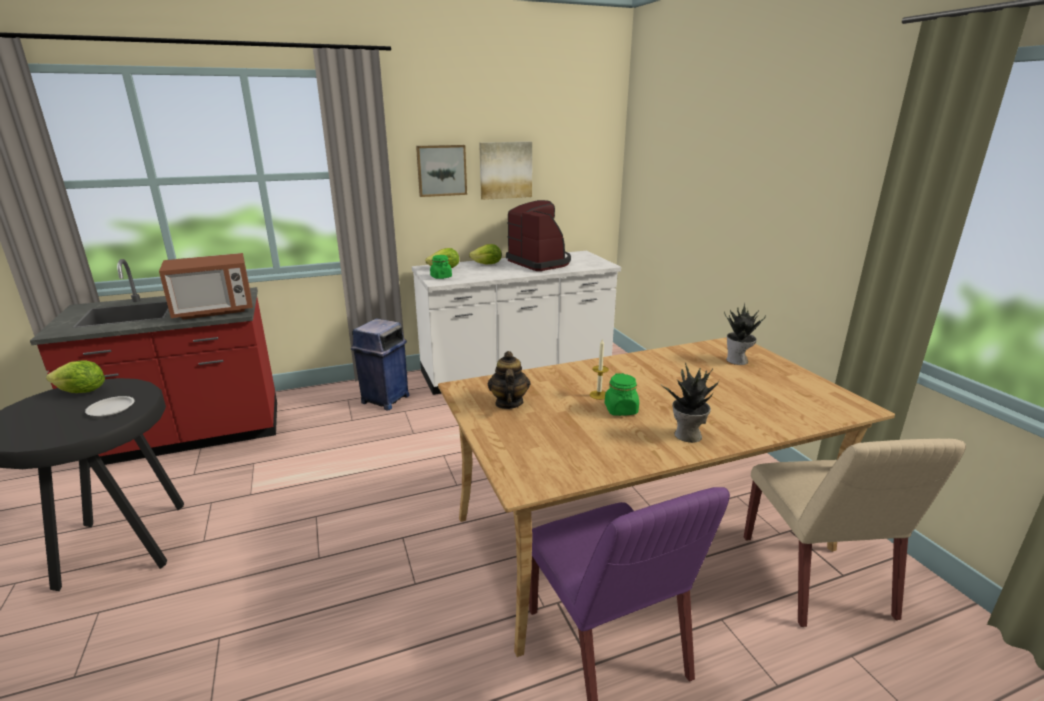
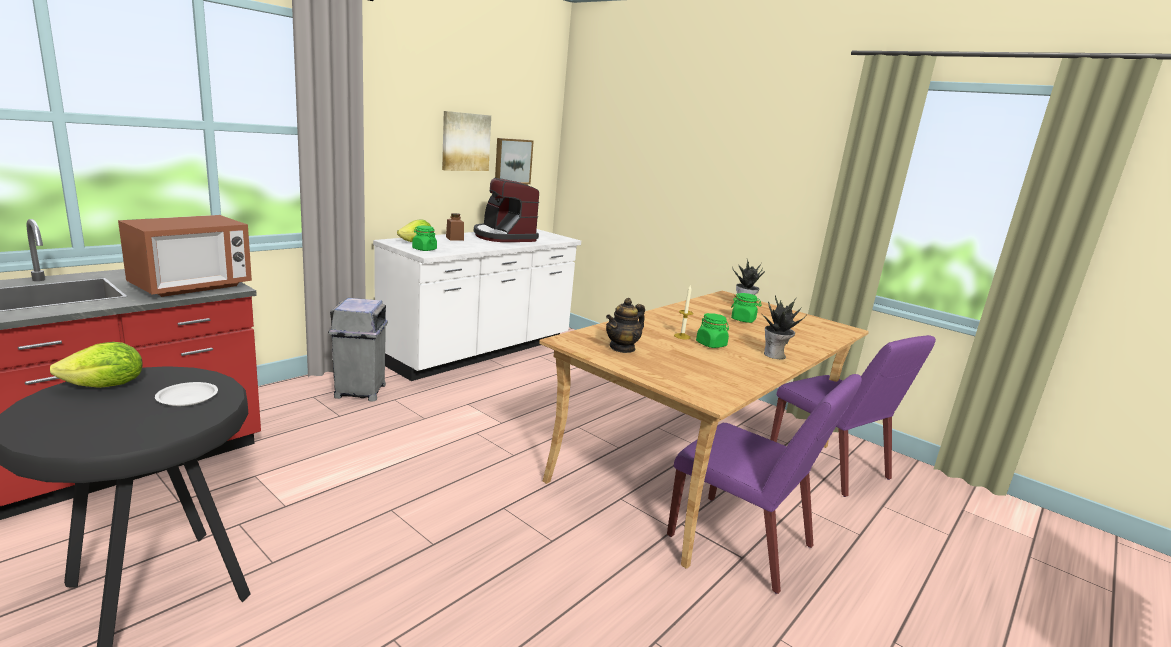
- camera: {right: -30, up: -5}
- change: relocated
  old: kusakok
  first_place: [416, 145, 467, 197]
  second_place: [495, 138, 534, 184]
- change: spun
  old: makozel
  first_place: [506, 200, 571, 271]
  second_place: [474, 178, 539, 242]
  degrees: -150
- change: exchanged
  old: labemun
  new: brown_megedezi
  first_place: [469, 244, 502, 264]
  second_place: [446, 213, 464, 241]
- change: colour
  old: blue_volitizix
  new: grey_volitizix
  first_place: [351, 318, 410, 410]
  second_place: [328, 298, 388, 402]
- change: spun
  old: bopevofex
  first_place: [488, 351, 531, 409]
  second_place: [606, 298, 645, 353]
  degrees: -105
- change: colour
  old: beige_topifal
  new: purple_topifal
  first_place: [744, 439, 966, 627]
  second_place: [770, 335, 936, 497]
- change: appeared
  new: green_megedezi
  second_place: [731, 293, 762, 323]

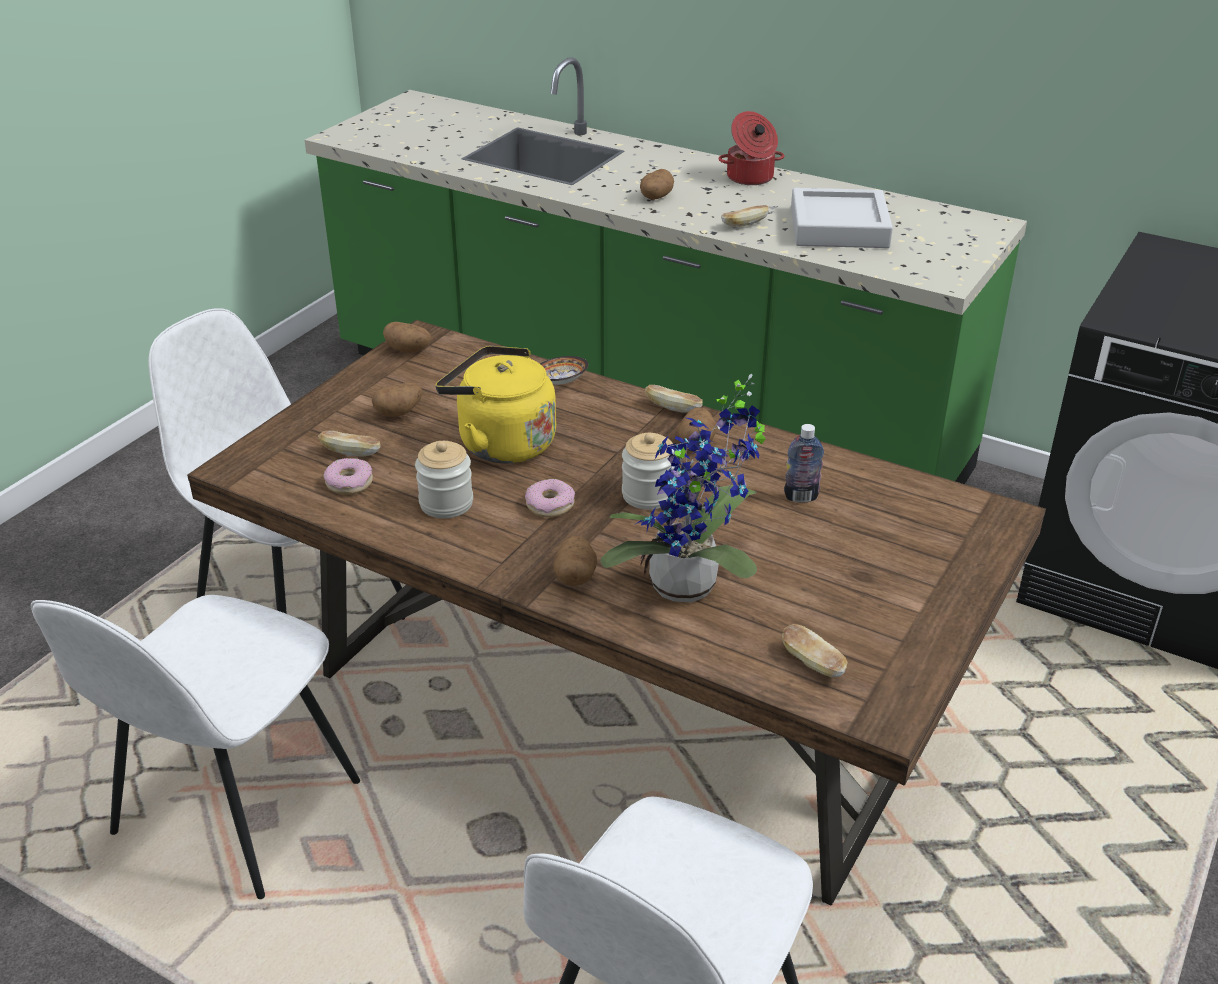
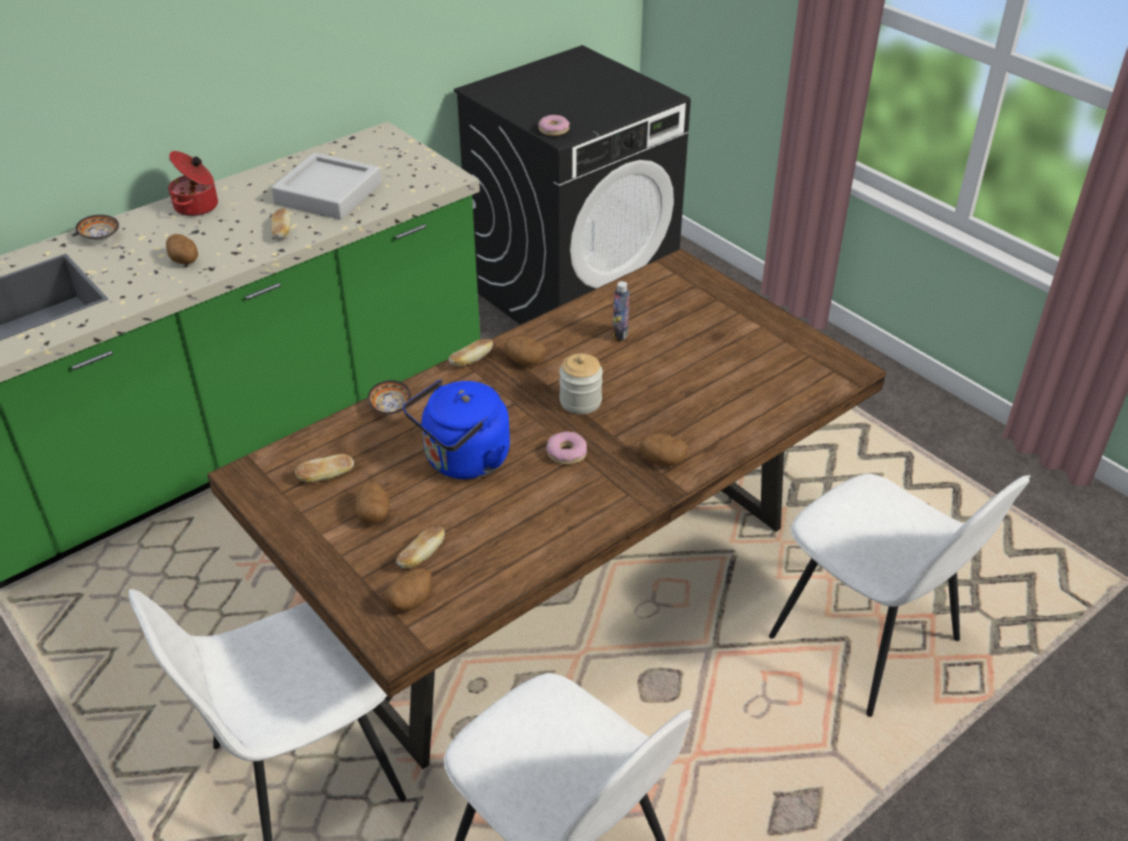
- camera: {right: -70, up: 5}
- change: relocated
  old: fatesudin
  first_place: [383, 322, 431, 353]
  second_place: [385, 568, 432, 612]
- change: colour
  old: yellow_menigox
  new: blue_menigox
  first_place: [436, 346, 556, 464]
  second_place: [403, 379, 510, 479]
- change: missing
  old: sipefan
  first_place: [601, 373, 766, 602]
- change: missing
  old: megedezi
  first_place: [415, 441, 473, 518]
- change: relocated
  old: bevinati
  first_place: [324, 458, 373, 494]
  second_place: [538, 115, 570, 136]
- change: relocated
  old: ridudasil
  first_place: [782, 624, 847, 678]
  second_place: [295, 454, 354, 483]
- change: appeared
  new: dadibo
  second_place: [76, 215, 119, 240]

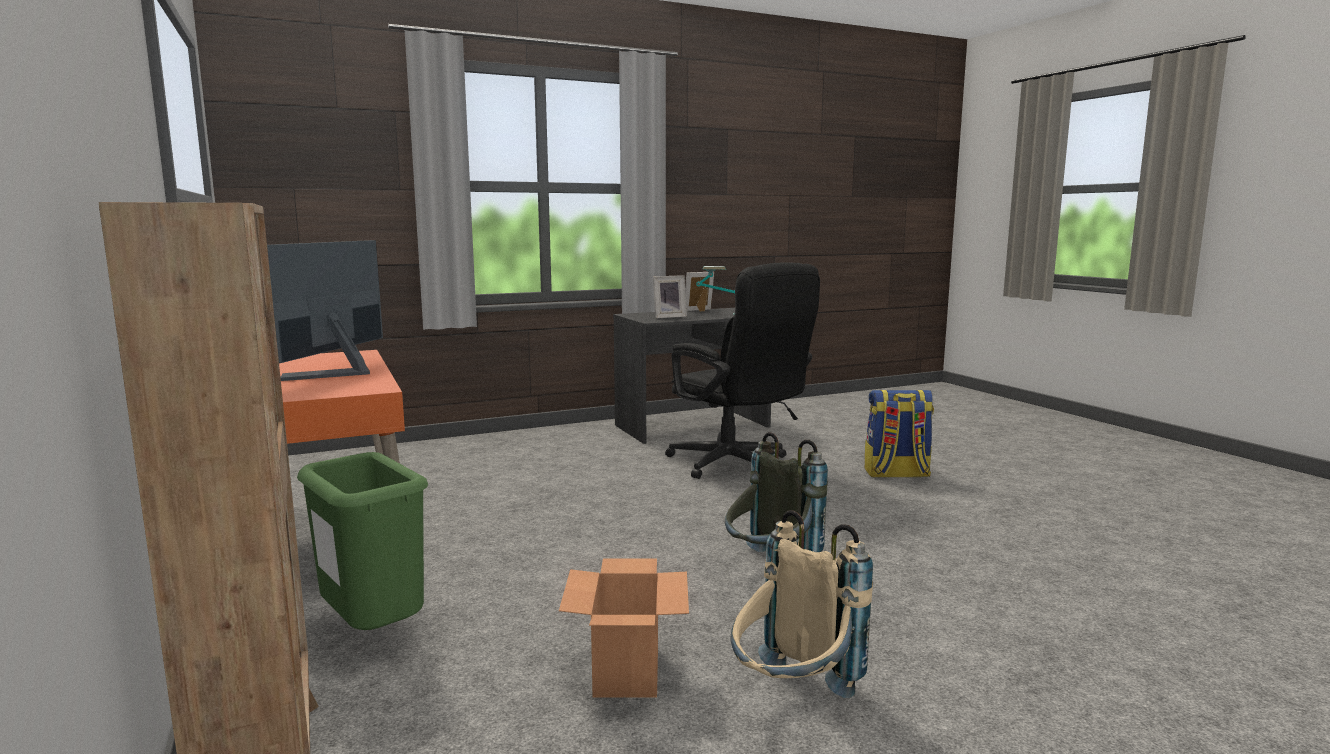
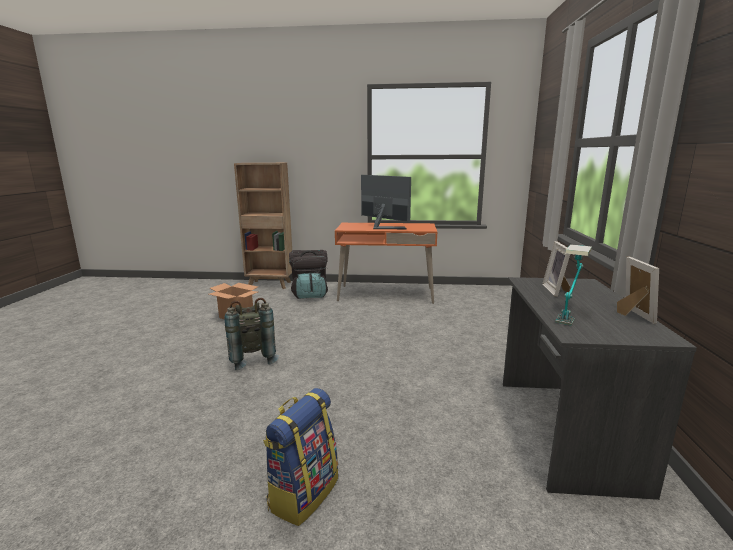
- camera: {right: 120, up: 5}
- change: missing
  old: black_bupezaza
  first_place: [665, 262, 820, 479]
- change: exchanged
  old: green_volitizix
  new: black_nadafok
  first_place: [297, 452, 428, 630]
  second_place: [289, 250, 328, 299]
- change: missing
  old: beige_nadafok
  first_place: [730, 510, 873, 698]

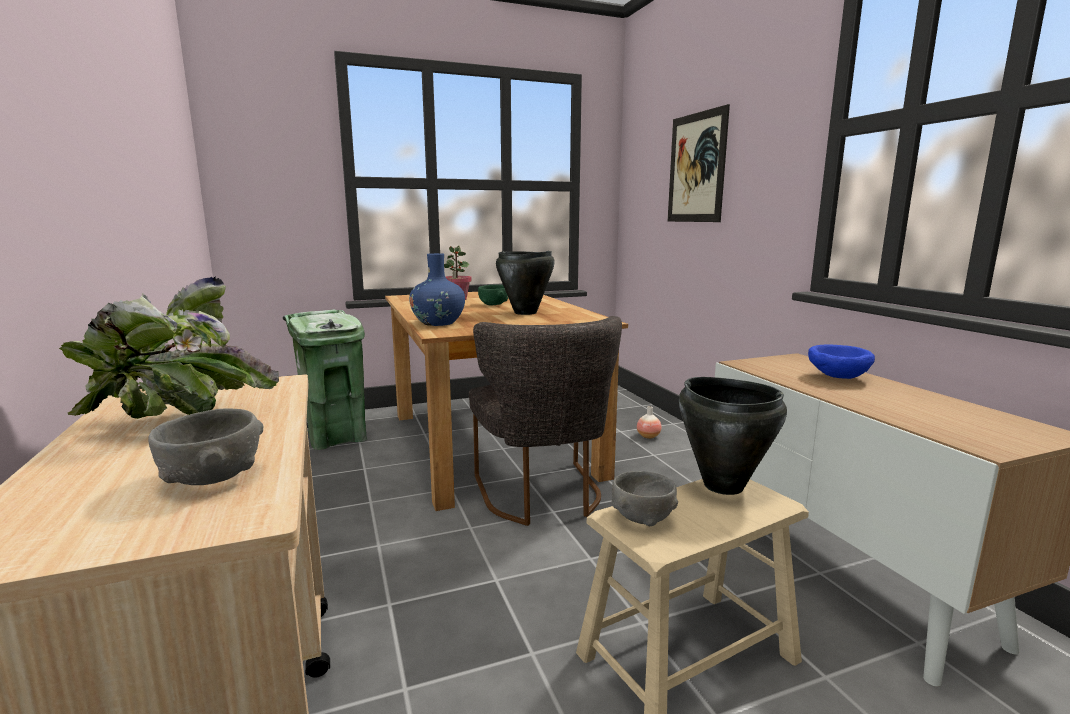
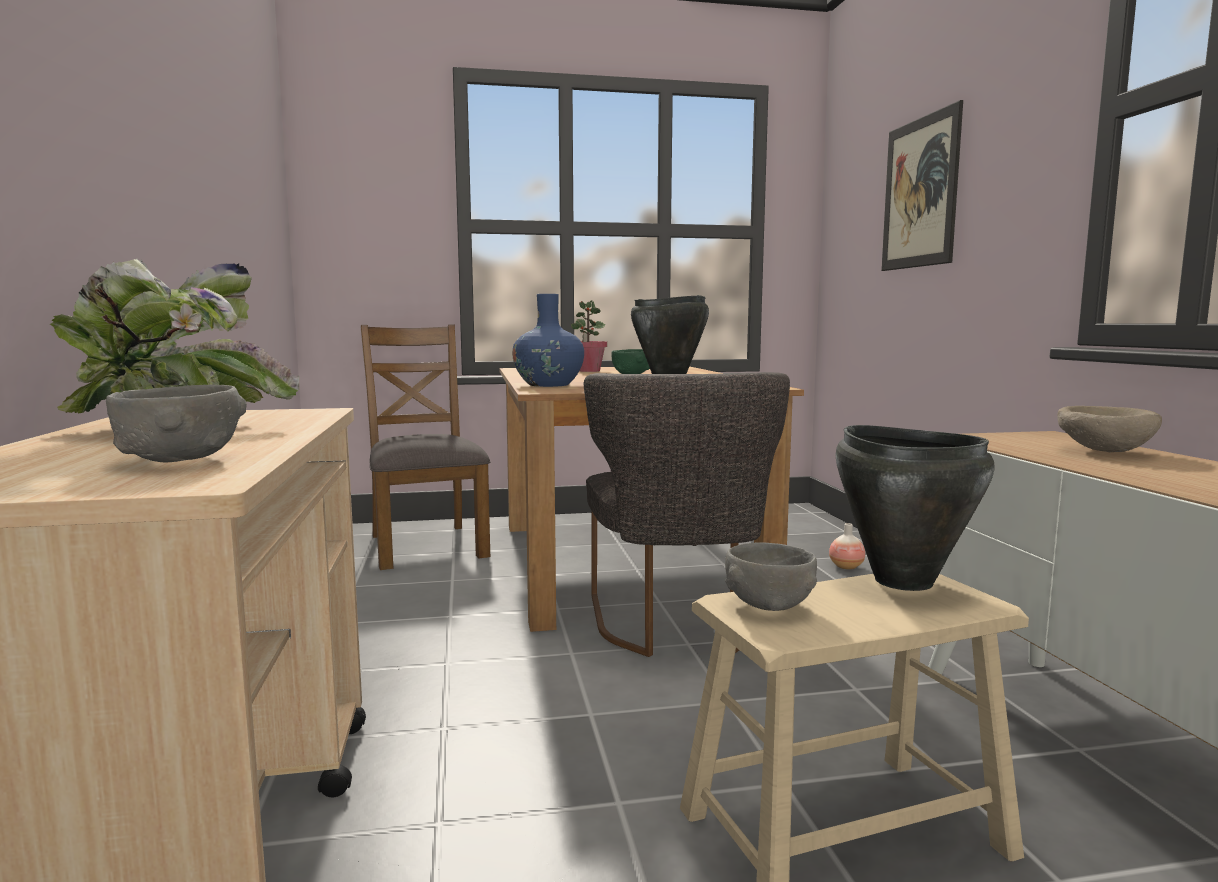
- camera: {right: 10, up: -5}
- change: exchanged
  old: green_volitizix
  new: brown_topifal
  first_place: [283, 310, 367, 450]
  second_place: [361, 325, 490, 570]
- change: colour
  old: blue_dadibo
  new: beige_dadibo
  first_place: [808, 345, 875, 379]
  second_place: [1057, 406, 1162, 453]

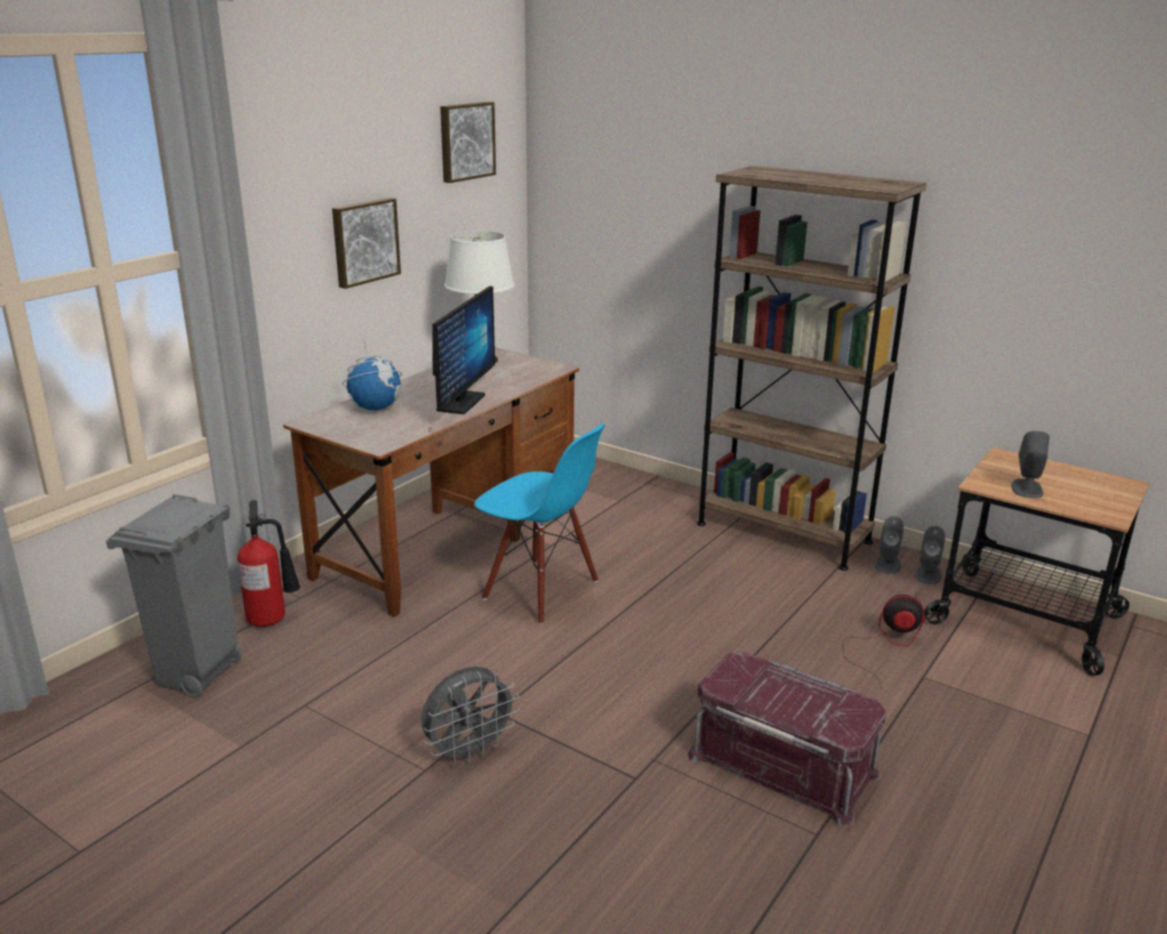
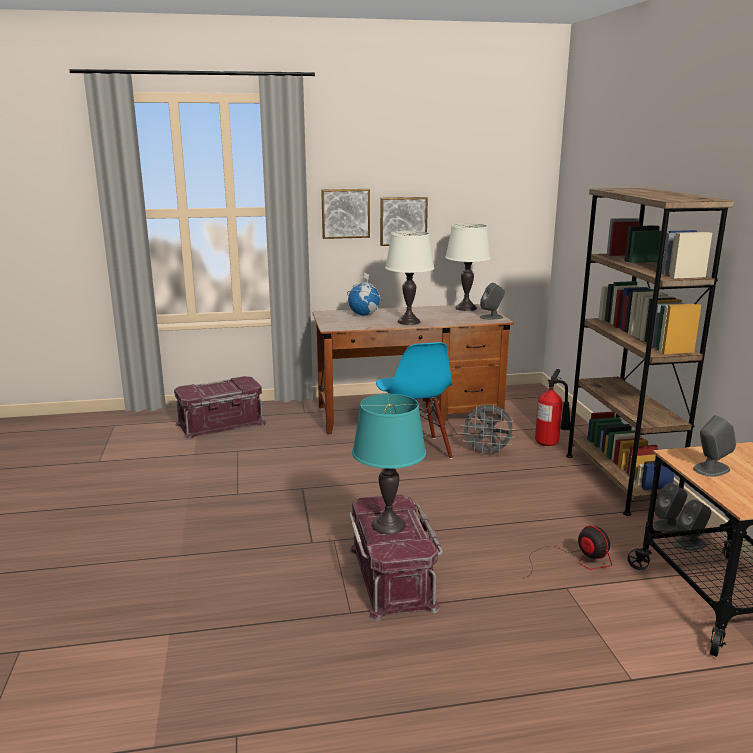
- camera: {right: 45, up: -5}
- change: relocated
  old: kusakok
  first_place: [440, 102, 496, 183]
  second_place: [321, 189, 370, 239]
- change: exchanged
  old: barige
  new: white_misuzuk
  first_place: [432, 286, 495, 414]
  second_place: [385, 231, 434, 325]
- change: exchanged
  old: grey_volitizix
  new: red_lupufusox
  first_place: [106, 494, 242, 698]
  second_place: [174, 376, 266, 440]
- change: relocated
  old: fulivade
  first_place: [237, 500, 300, 627]
  second_place: [535, 369, 571, 446]
- change: relocated
  old: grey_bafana
  first_place: [421, 666, 519, 765]
  second_place: [461, 405, 516, 456]
- change: appeared
  new: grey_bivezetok
  second_place: [480, 283, 505, 320]
- change: appeared
  new: turquoise_misuzuk
  second_place: [352, 394, 426, 534]

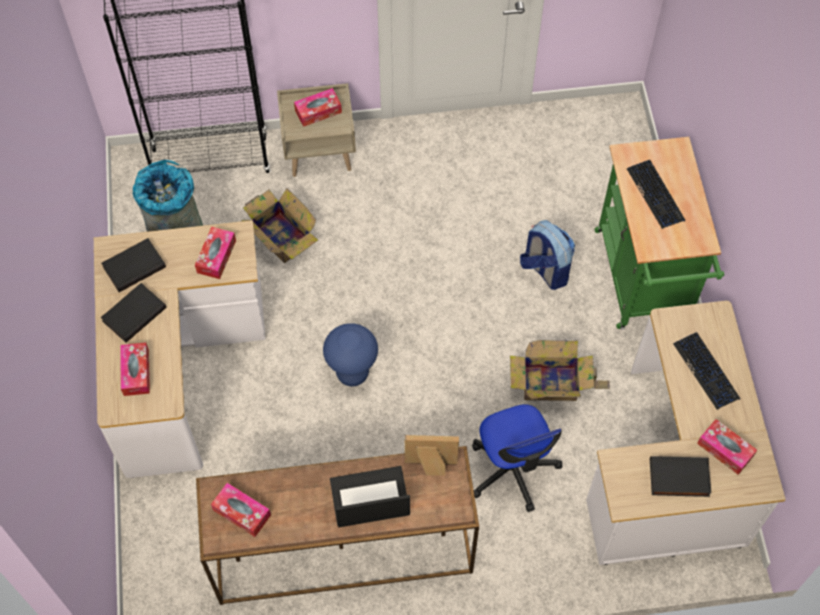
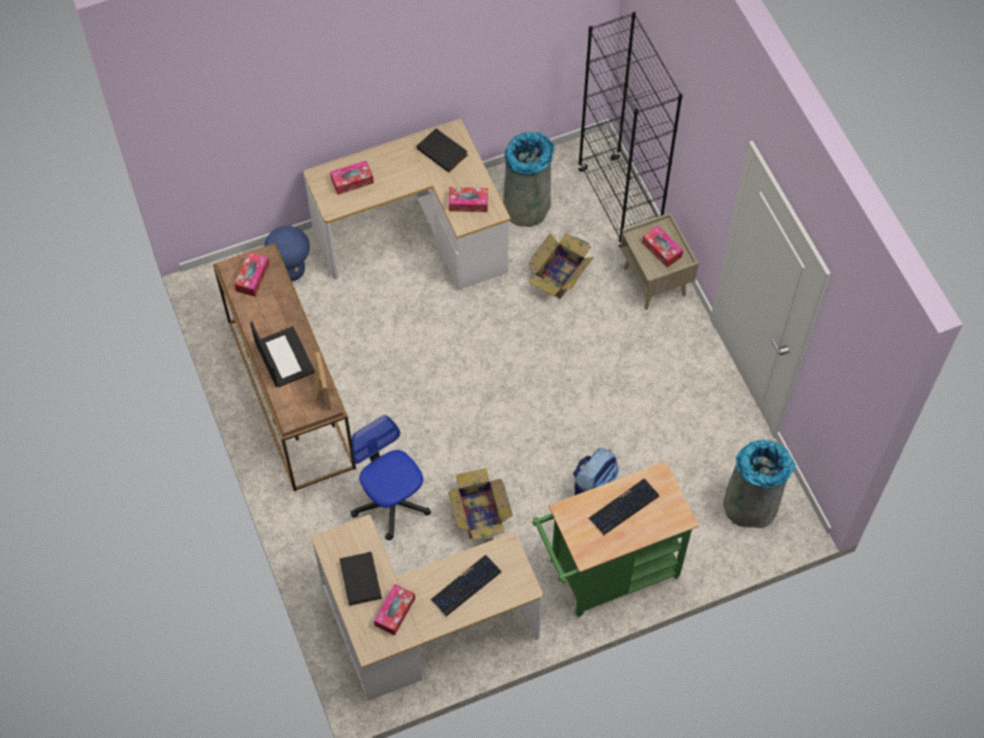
- camera: {right: 75, up: 0}
- change: missing
  old: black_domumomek
  first_place: [101, 283, 166, 343]
- change: relocated
  old: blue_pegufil
  first_place: [323, 323, 378, 386]
  second_place: [264, 226, 310, 281]
- change: spun
  old: bupezaza
  first_place: [472, 404, 562, 512]
  second_place: [351, 415, 431, 540]
  degrees: 90
- change: appeared
  new: grey_volitizix
  second_place: [723, 440, 796, 528]

